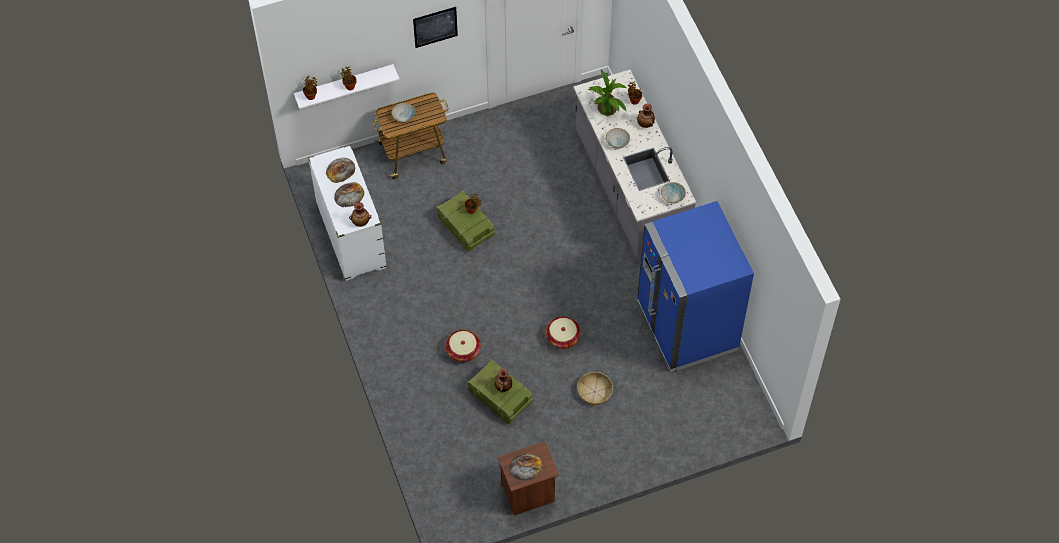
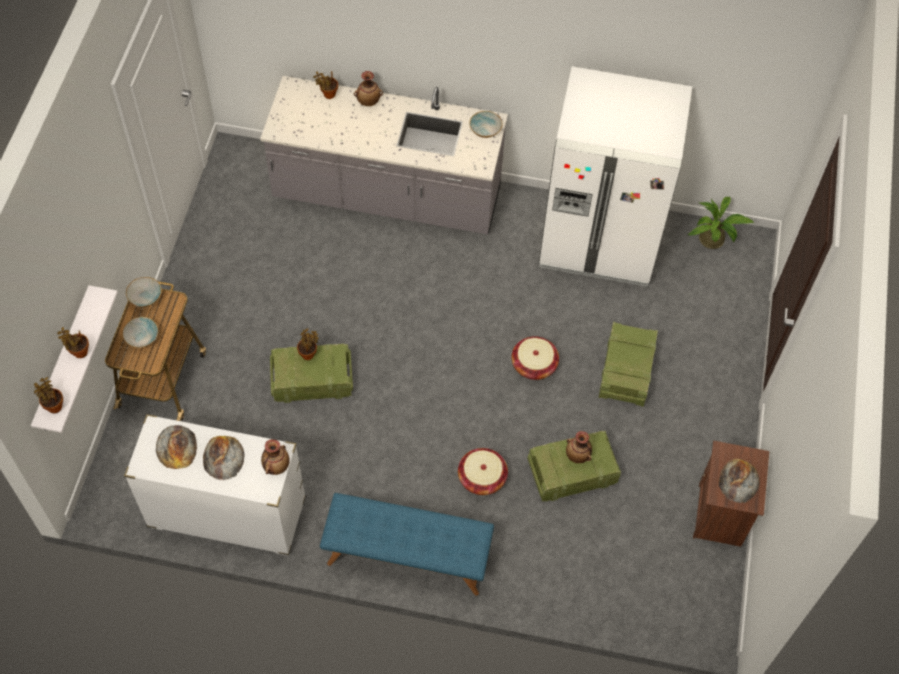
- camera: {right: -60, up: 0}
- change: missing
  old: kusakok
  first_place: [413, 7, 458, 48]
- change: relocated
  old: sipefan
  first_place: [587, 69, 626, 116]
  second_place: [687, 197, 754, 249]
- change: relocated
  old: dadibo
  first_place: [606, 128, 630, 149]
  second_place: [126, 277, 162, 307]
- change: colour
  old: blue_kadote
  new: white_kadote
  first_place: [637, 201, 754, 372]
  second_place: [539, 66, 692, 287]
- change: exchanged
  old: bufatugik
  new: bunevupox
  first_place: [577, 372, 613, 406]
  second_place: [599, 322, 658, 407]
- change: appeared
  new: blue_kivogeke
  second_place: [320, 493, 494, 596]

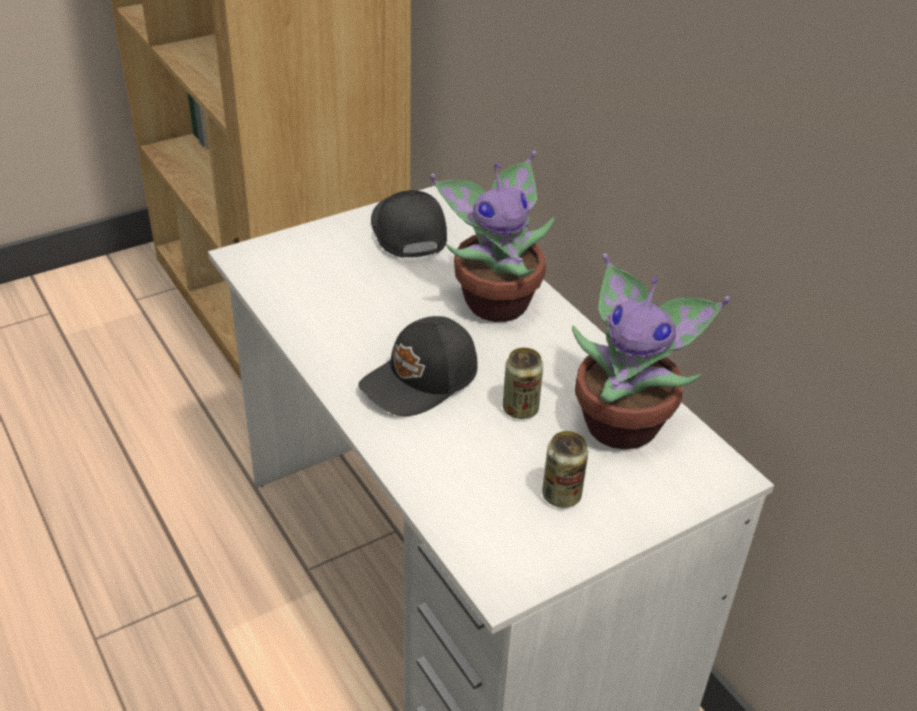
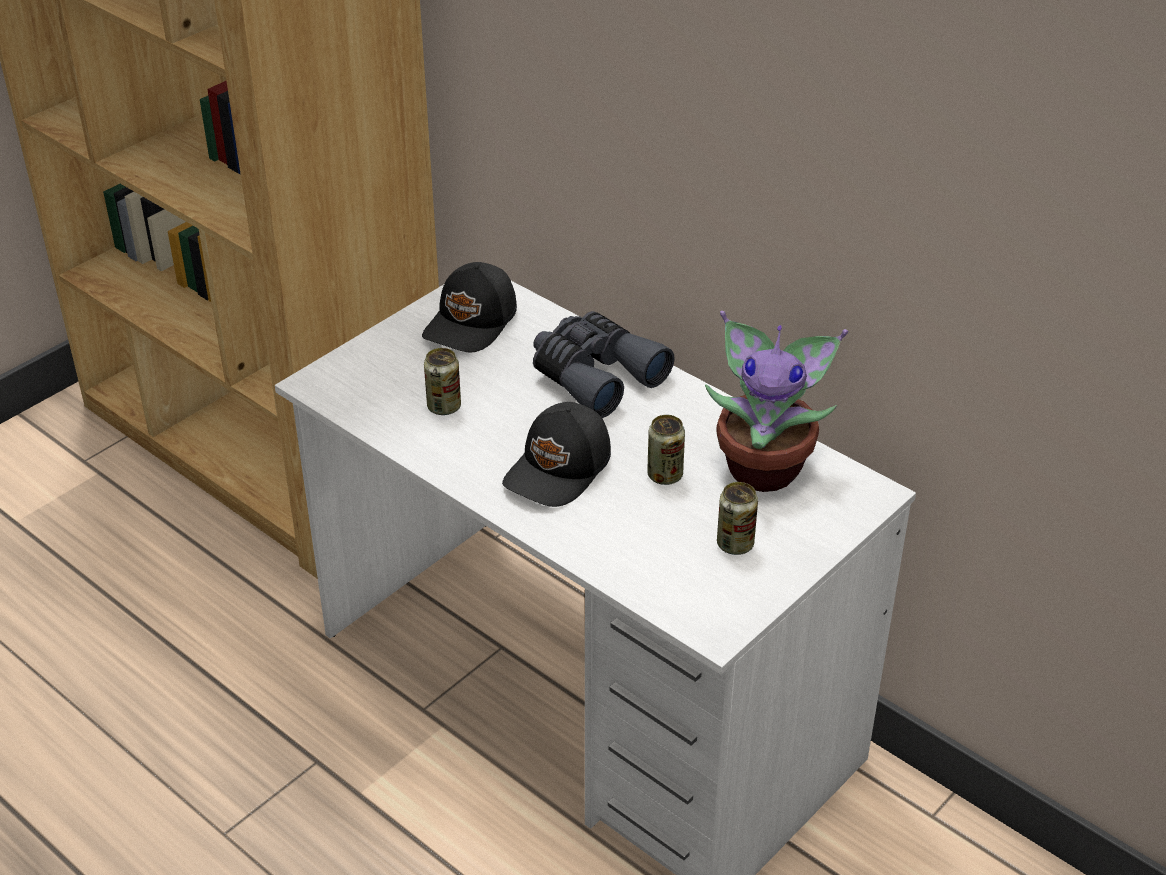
- camera: {right: -15, up: 0}
- change: exchanged
  old: sipefan
  new: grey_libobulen
  first_place: [430, 151, 554, 322]
  second_place: [533, 311, 675, 418]
- change: spun
  old: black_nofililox
  first_place: [371, 190, 447, 258]
  second_place: [422, 262, 517, 353]
  degrees: -120
- change: appeared
  new: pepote
  second_place: [424, 348, 461, 415]

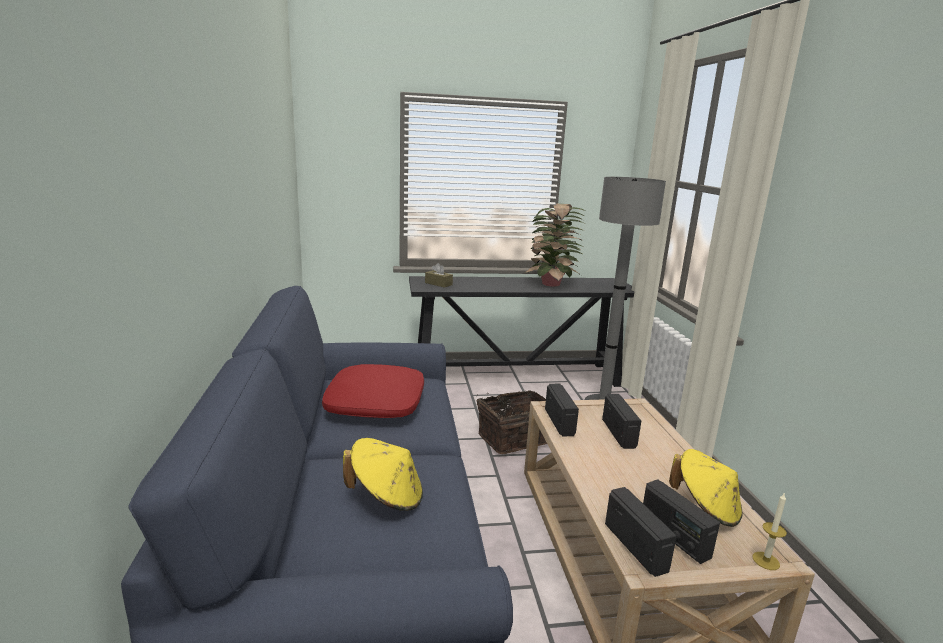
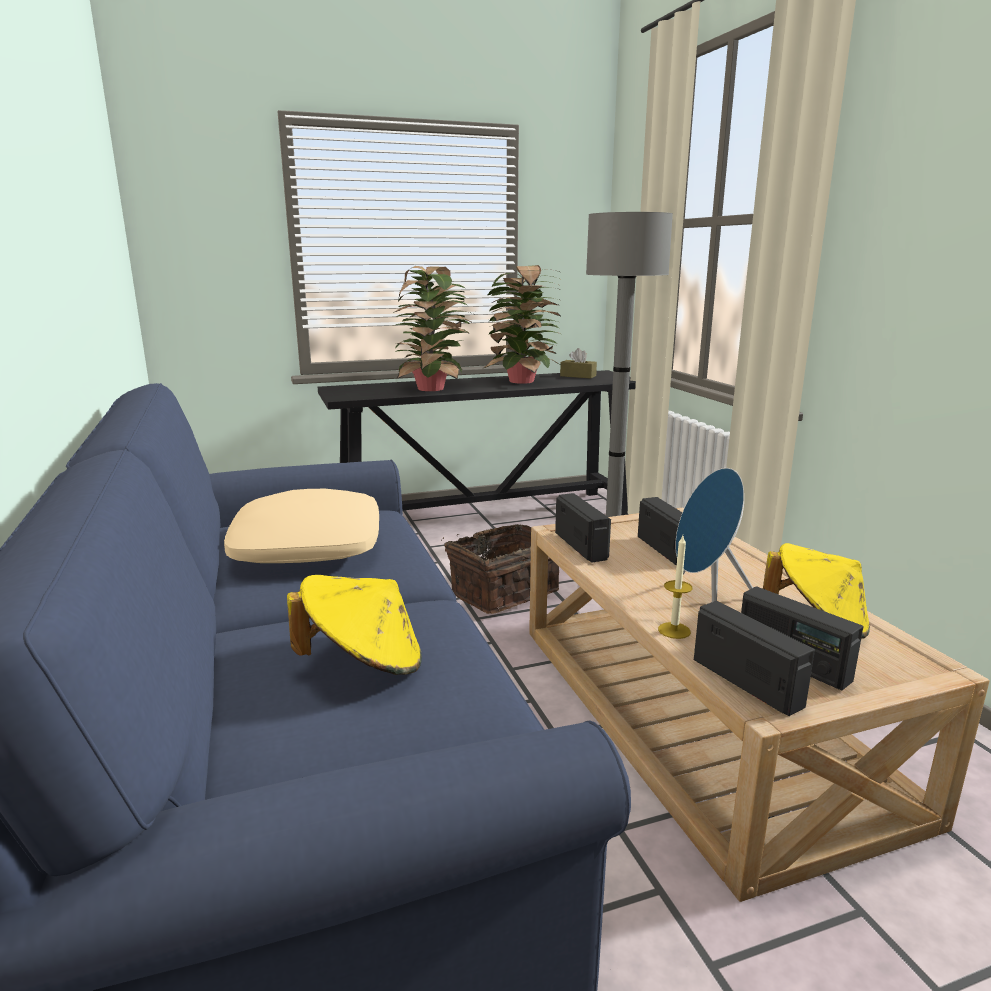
- camera: {right: -10, up: 0}
- change: relocated
  old: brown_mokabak
  first_place: [425, 263, 453, 288]
  second_place: [560, 348, 597, 379]
- change: colour
  old: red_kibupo
  new: beige_kibupo
  first_place: [322, 364, 424, 418]
  second_place: [224, 489, 379, 563]
- change: relocated
  old: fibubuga
  first_place: [752, 492, 787, 570]
  second_place: [658, 536, 693, 639]
- change: appeared
  new: sipefan
  second_place: [393, 266, 473, 391]
- change: appeared
  new: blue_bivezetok
  second_place: [675, 468, 753, 602]

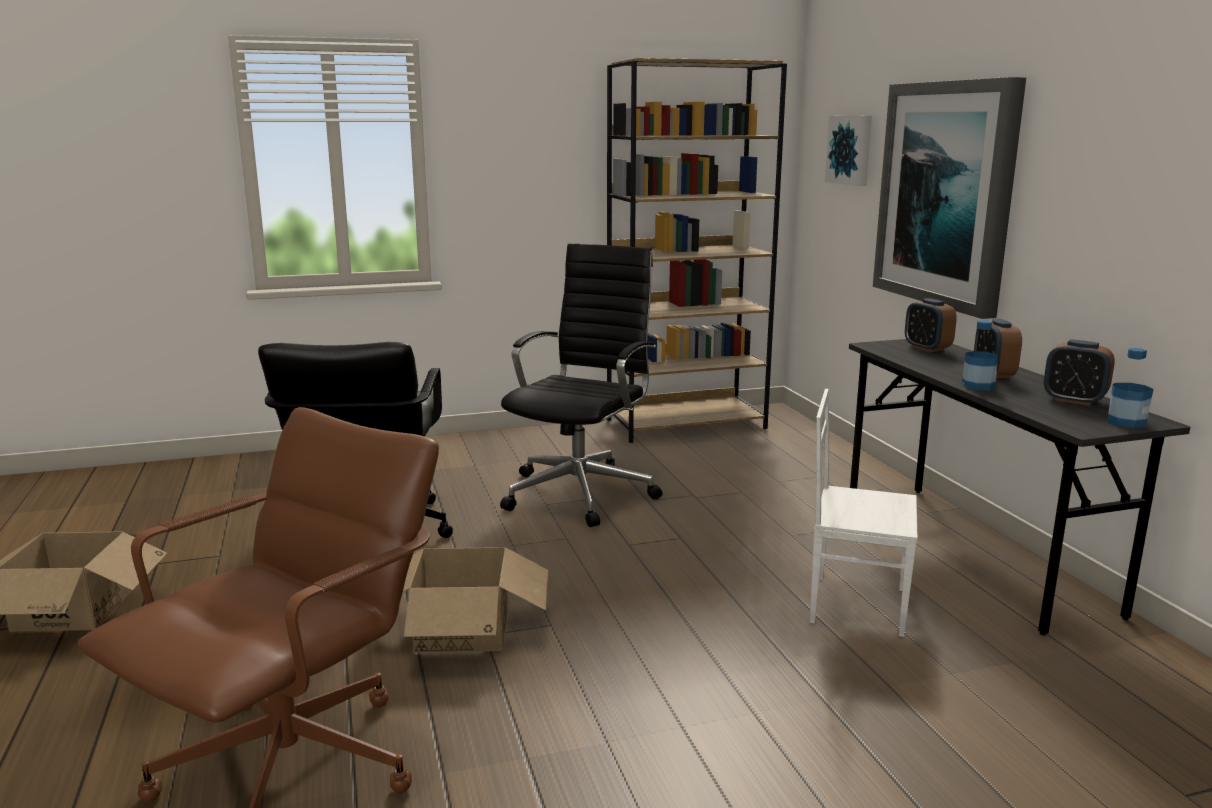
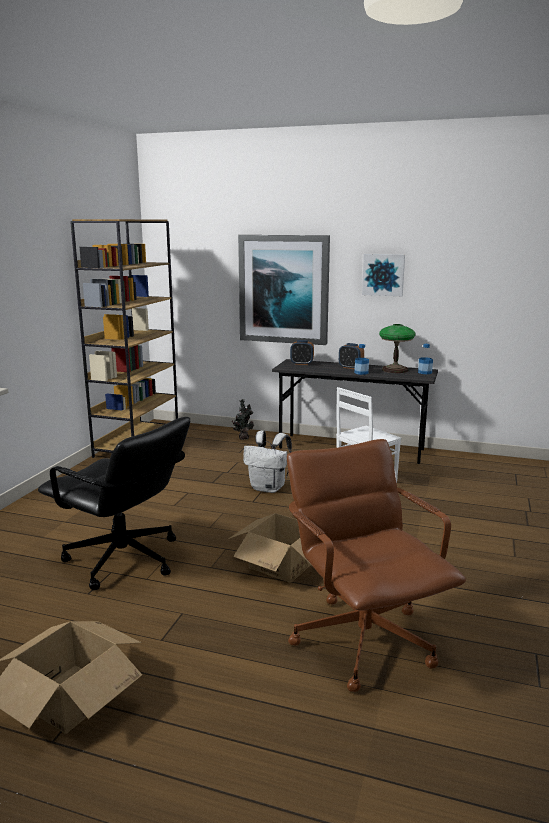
- camera: {right: -55, up: 0}
- change: relocated
  old: kusakok
  first_place: [825, 115, 872, 186]
  second_place: [362, 254, 405, 296]
- change: missing
  old: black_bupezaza
  first_place: [500, 243, 663, 527]
- change: exchanged
  old: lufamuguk
  new: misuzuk
  first_place: [1044, 339, 1115, 406]
  second_place: [379, 324, 416, 373]
- change: appeared
  new: sipefan
  second_place: [232, 399, 254, 440]
- change: appeared
  new: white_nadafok
  second_place: [243, 431, 292, 493]

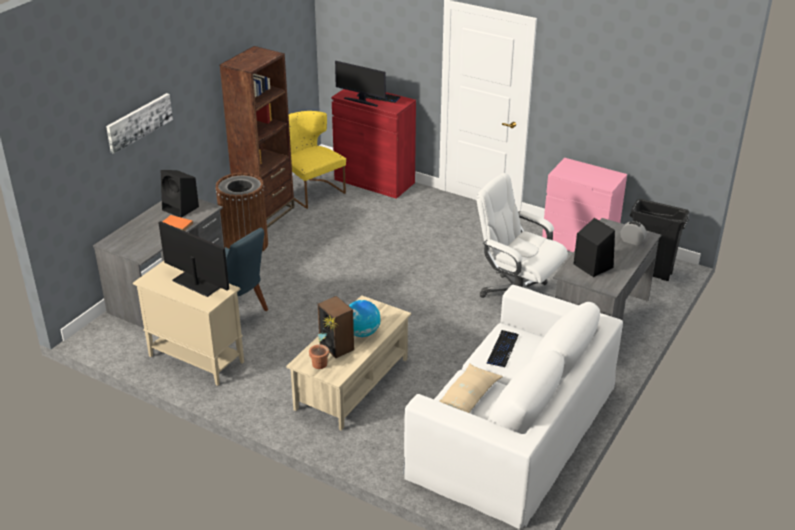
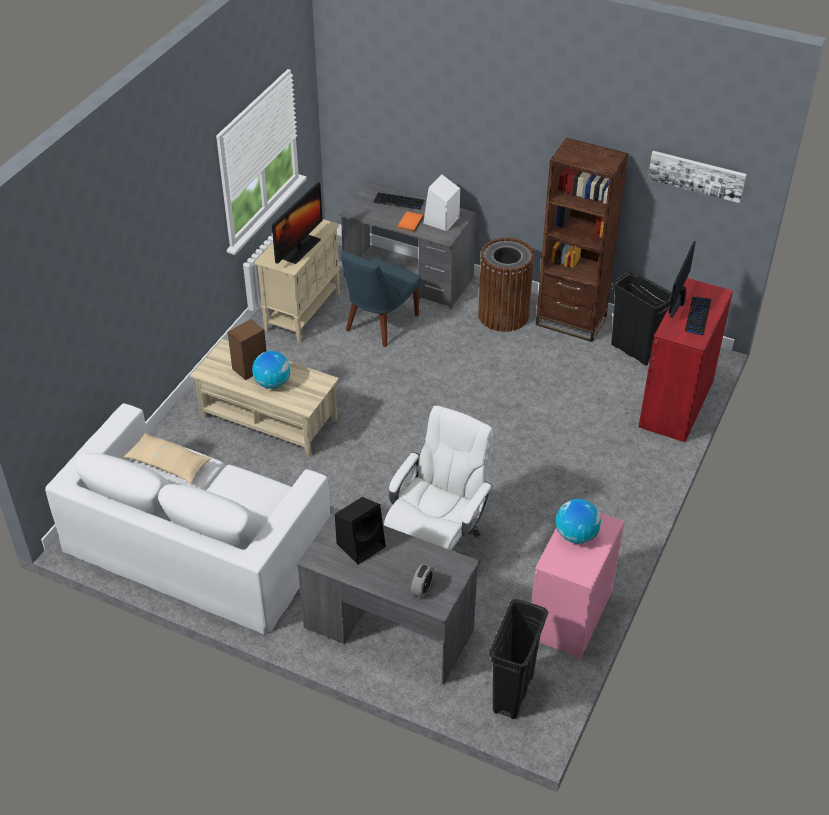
- camera: {right: 85, up: 10}
- change: relocated
  old: kusakok
  first_place: [106, 93, 173, 154]
  second_place: [648, 151, 746, 203]
- change: exchanged
  old: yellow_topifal
  new: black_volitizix
  first_place: [289, 111, 346, 209]
  second_place: [611, 271, 672, 366]
- change: colour
  old: black_bivezetok
  new: white_bivezetok
  first_place: [161, 170, 199, 218]
  second_place: [423, 174, 460, 231]
- change: missing
  old: sipefan
  first_place: [309, 315, 338, 369]
- change: relocated
  old: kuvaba
  first_place: [487, 330, 518, 367]
  second_place: [373, 192, 425, 210]
- change: appeared
  new: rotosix
  second_place: [556, 499, 601, 544]

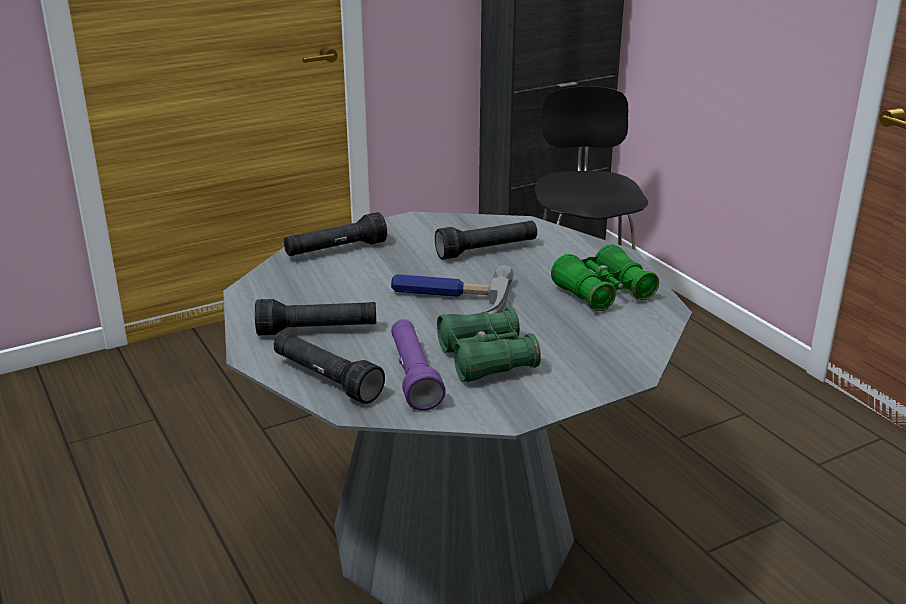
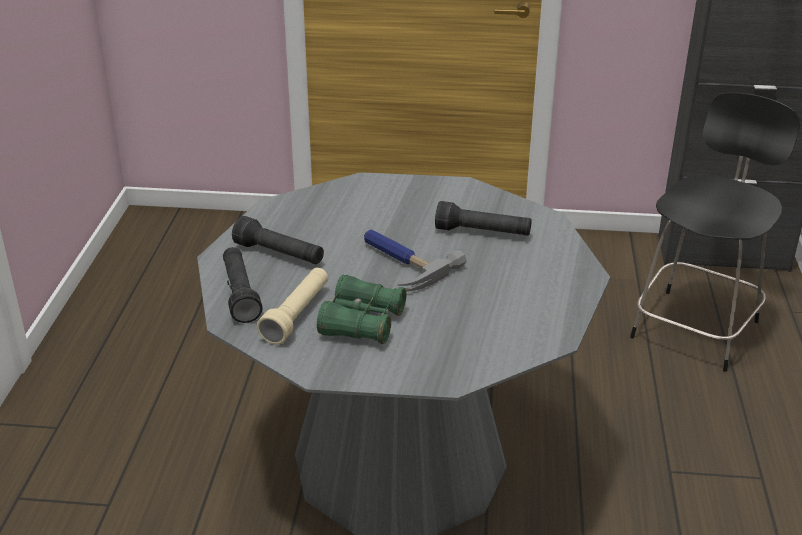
- camera: {right: 35, up: 5}
- change: missing
  old: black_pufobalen
  first_place: [284, 212, 387, 256]
- change: missing
  old: green_libobulen
  first_place: [551, 244, 659, 311]
- change: colour
  old: purple_pufobalen
  new: beige_pufobalen
  first_place: [391, 319, 446, 411]
  second_place: [257, 268, 328, 345]

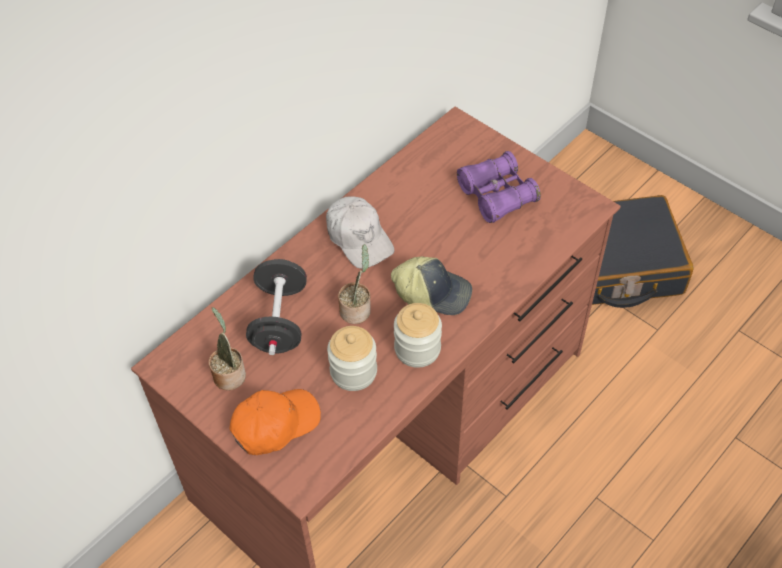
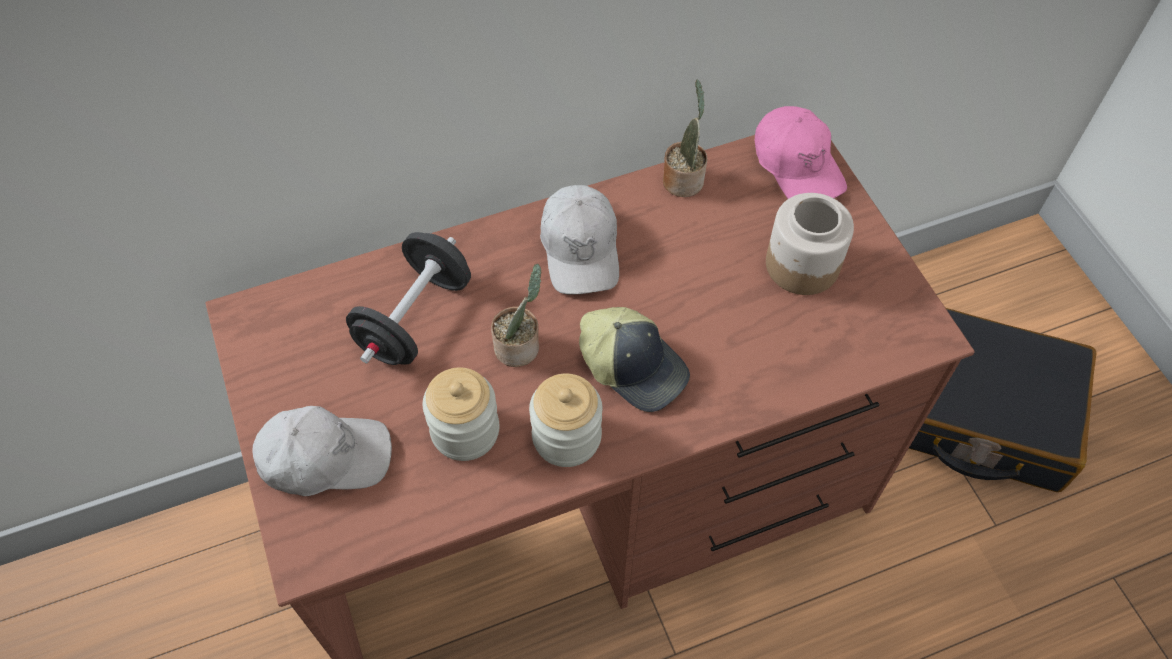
- camera: {right: 25, up: 5}
- change: exchanged
  old: purple_libobulen
  new: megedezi
  first_place: [457, 151, 541, 223]
  second_place: [766, 193, 854, 295]
- change: relocated
  old: sipefan
  first_place: [209, 307, 246, 390]
  second_place: [663, 79, 707, 197]
- change: colour
  old: orange_nofililox
  new: white_nofililox
  first_place: [230, 389, 321, 455]
  second_place: [252, 406, 392, 496]
- change: appeared
  new: pink_nofililox
  second_place: [754, 106, 847, 199]

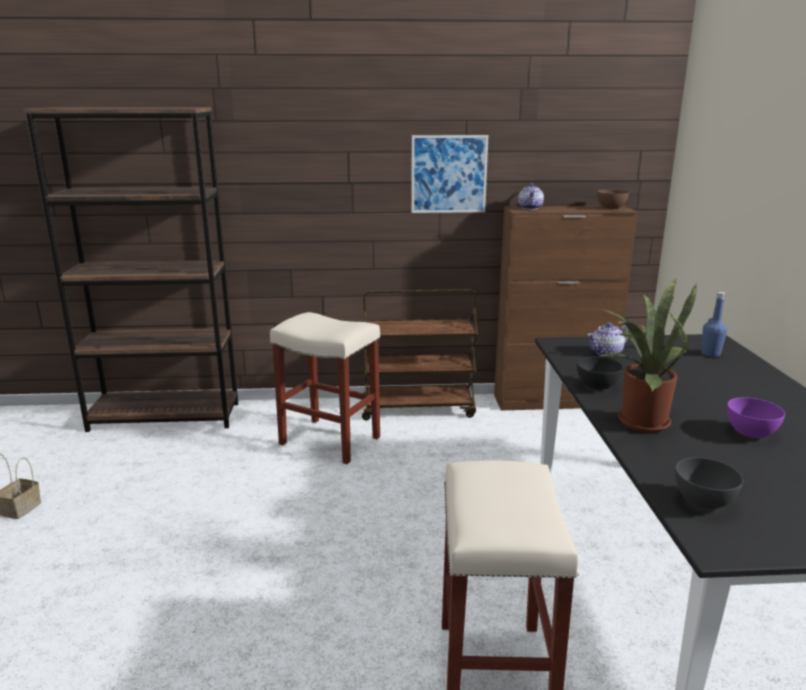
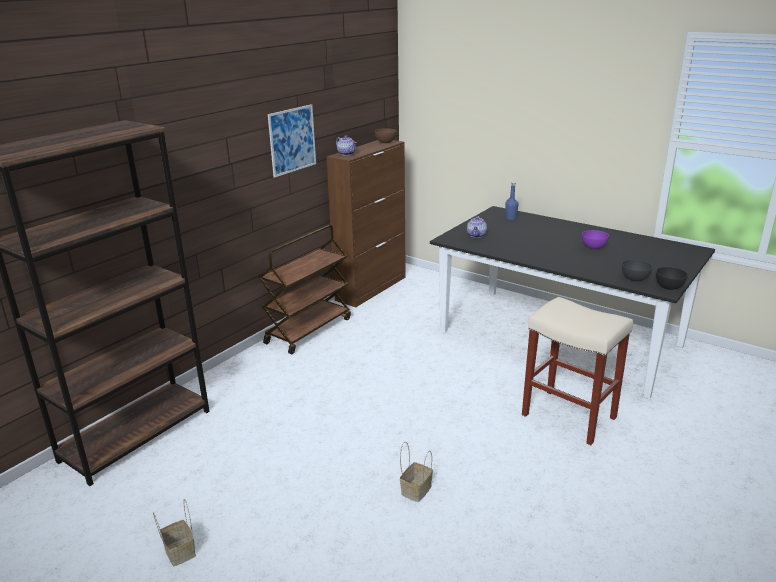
- camera: {right: -50, up: 5}
- change: missing
  old: sipefan
  first_place: [599, 278, 697, 433]
- change: missing
  old: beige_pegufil
  first_place: [270, 312, 380, 464]
- change: relocated
  old: black_dadibo
  first_place: [577, 356, 623, 390]
  second_place: [656, 267, 688, 290]
- change: appeared
  new: bufatugik
  second_place: [400, 442, 433, 502]

